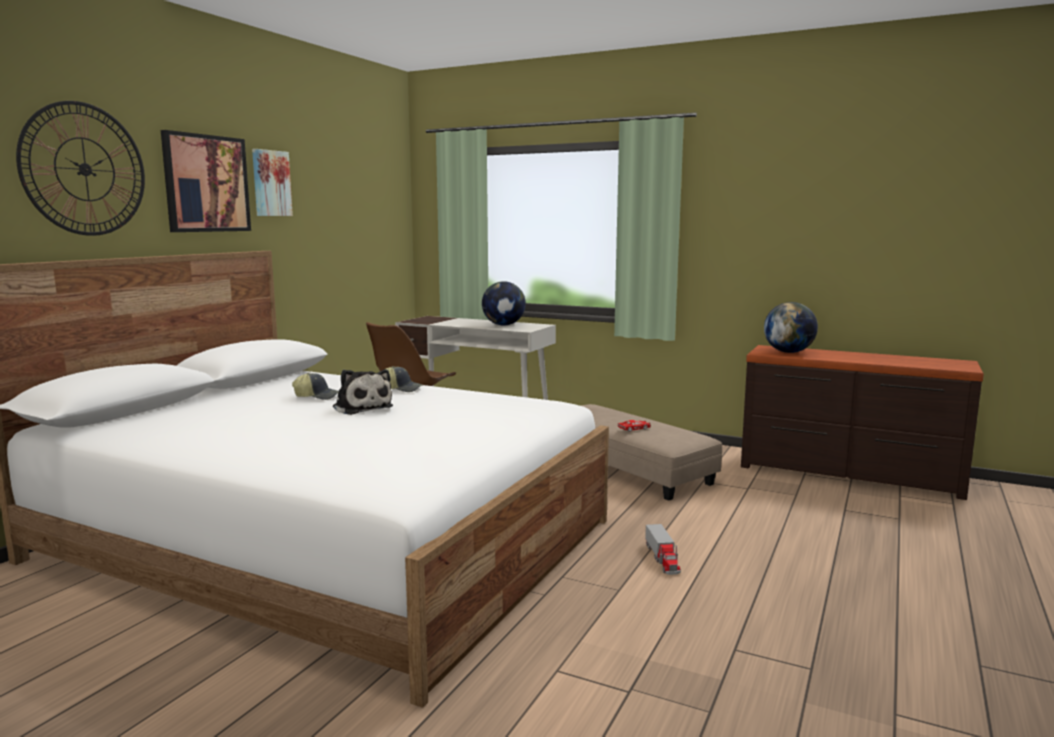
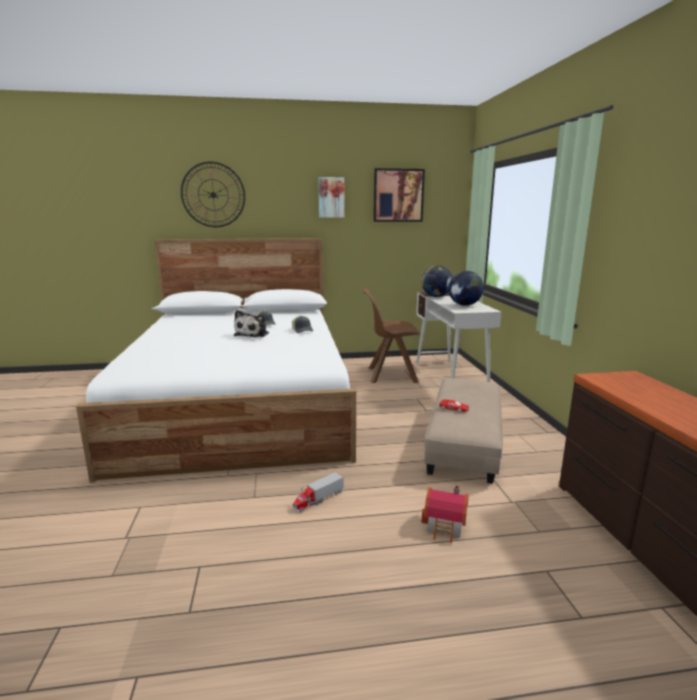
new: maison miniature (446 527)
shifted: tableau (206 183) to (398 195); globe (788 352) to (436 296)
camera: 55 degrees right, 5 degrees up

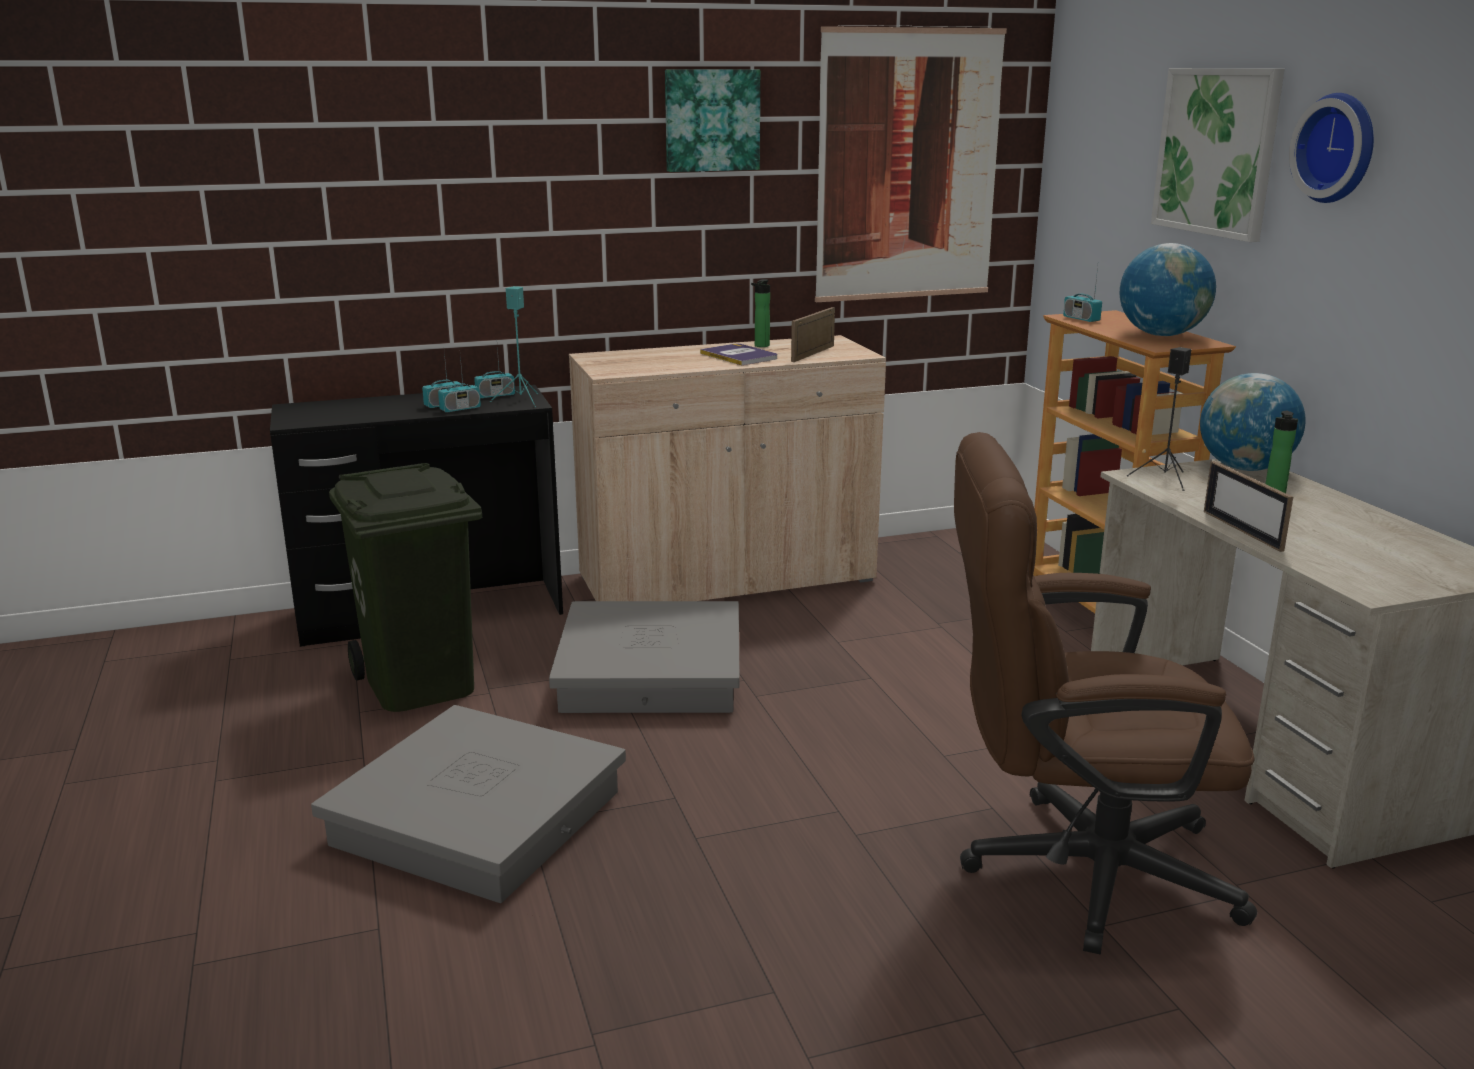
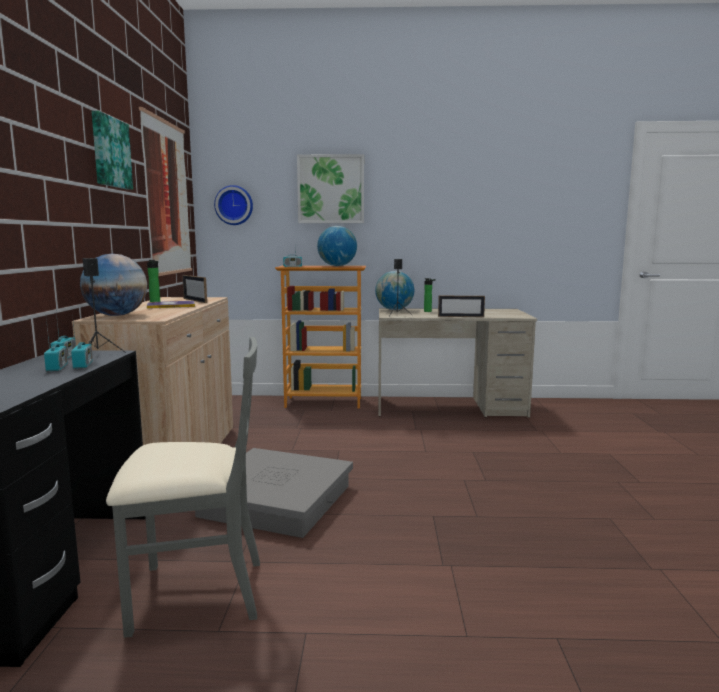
gone: boîte de rangement/gris (477 818); chaise de bureau/marron (1073 870)
new: globe (116 315)
shifted: horloge murale (1339 148) to (234 205)
swapped: poubelle/vert (418 684) to chaise/gris (196 594)
repainted: enceinte/turquoise (521 400) to enceinte/noir (98 353)
camera: 70 degrees left, 10 degrees down

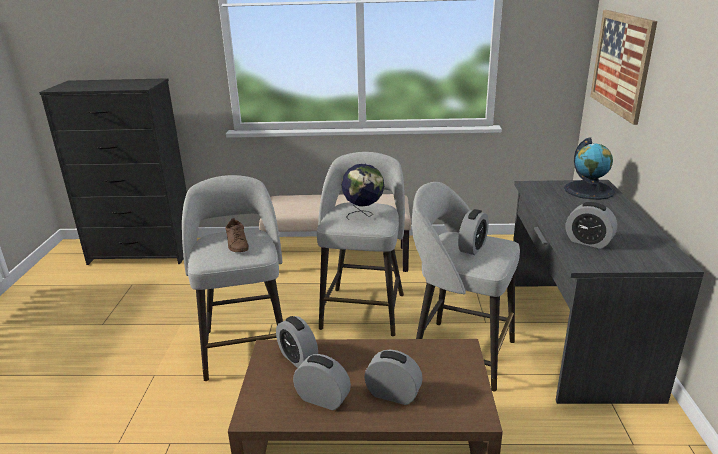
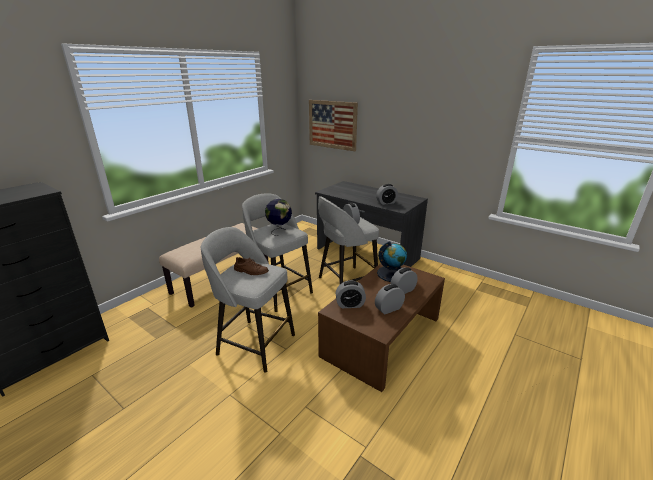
shifted: globe (589 190) to (393 273)
camera: 55 degrees left, 0 degrees up

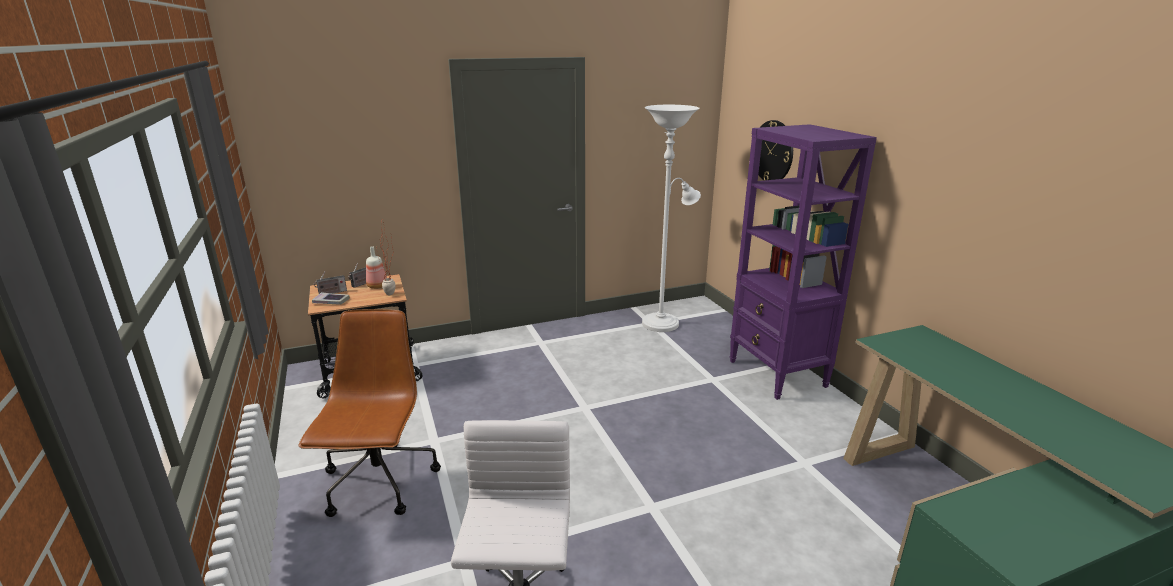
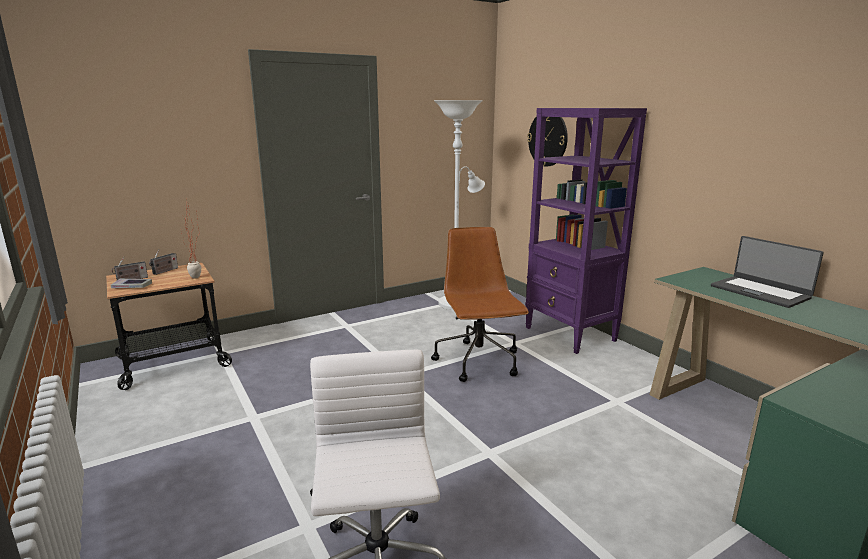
gone: bouteille (376 286)
new: ordinateur portable (760 292)
shifted: chaise de bureau/marron (379 483) to (479 362)
camera: 10 degrees left, 5 degrees down

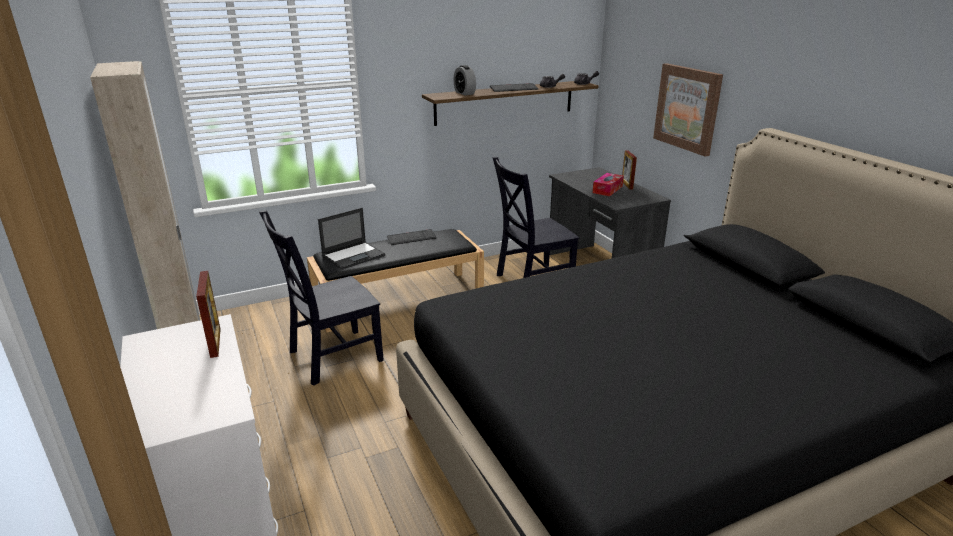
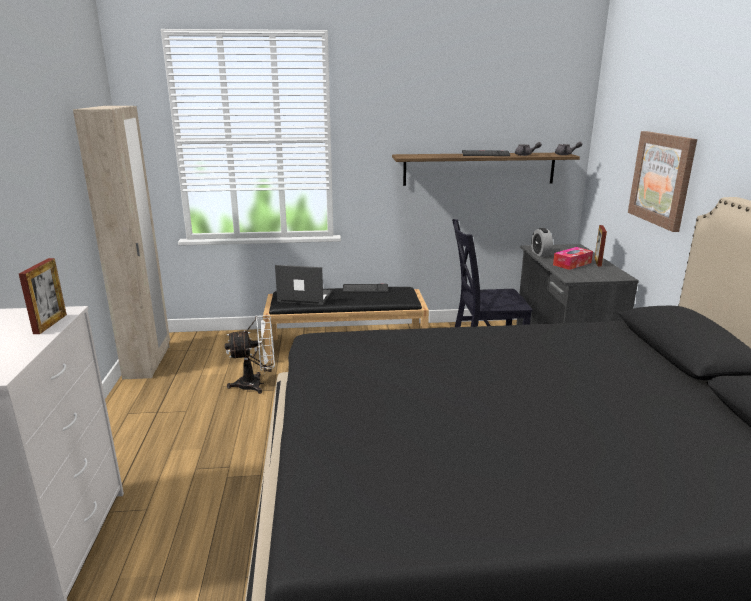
shifted: réveil (464 93) to (540 254)
swapped: chaise/noir (331 357) to ventilateur/blanc (256 384)
rotated: ordinateur portable (354 255) = (304 296) 150 degrees counterclockwise
camera: 20 degrees right, 5 degrees down

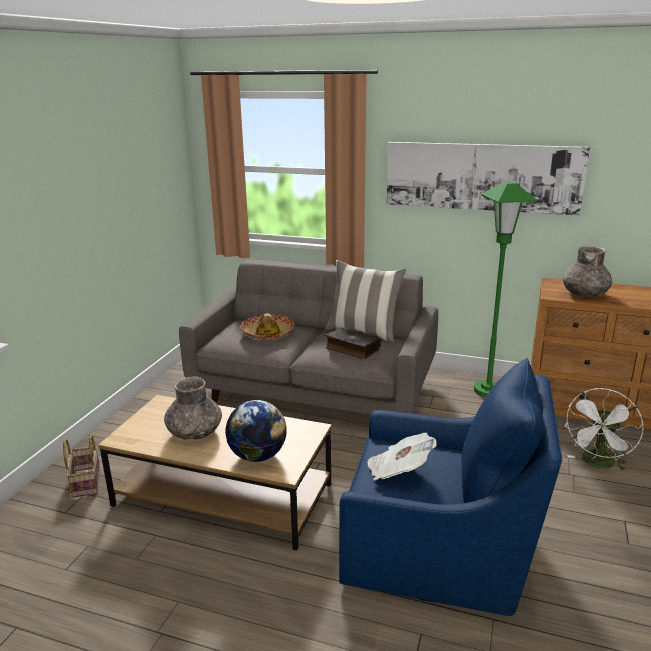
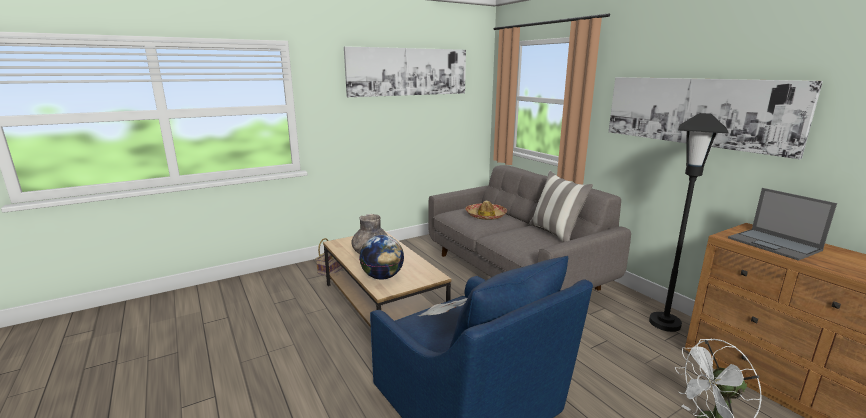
gone: livre (352 349)
new: tableau (408 72)
swapped: vase/gris (585 294) to ordinateur portable (774 244)
repainted: lampadaire/vert (488 390) to lampadaire/noir (664 323)
camera: 40 degrees right, 5 degrees down

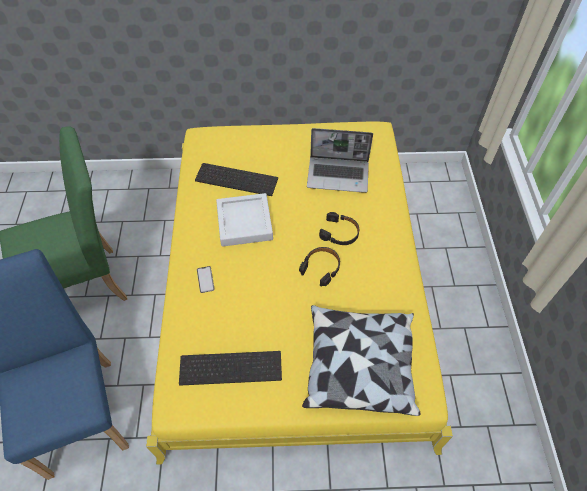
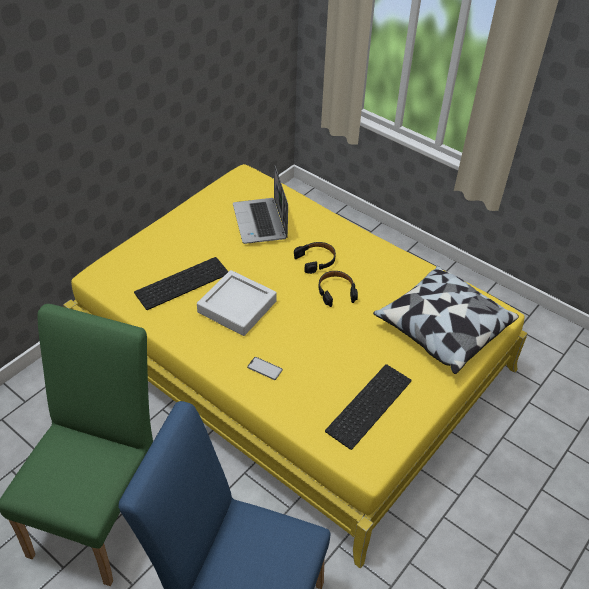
rotated: ordinateur portable (339 175) = (261 222) 120 degrees clockwise
camera: 50 degrees left, 10 degrees down

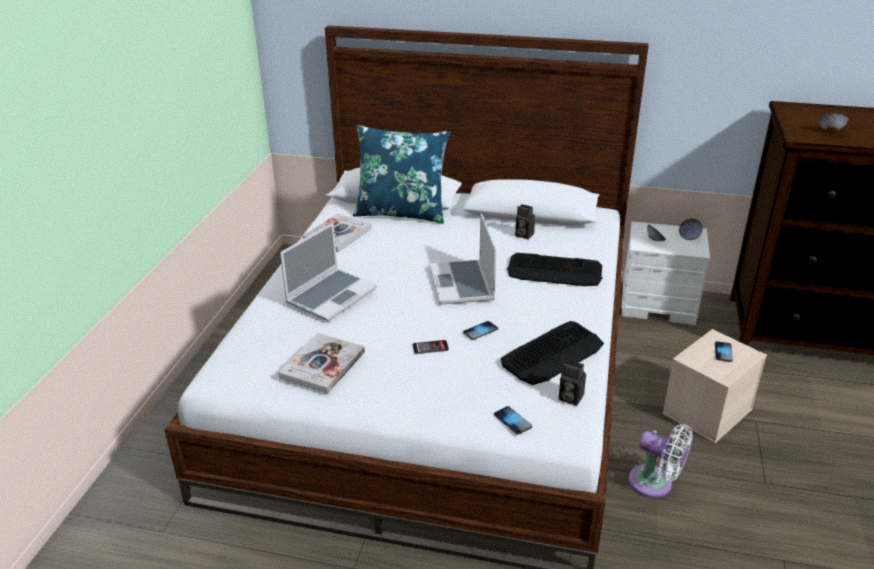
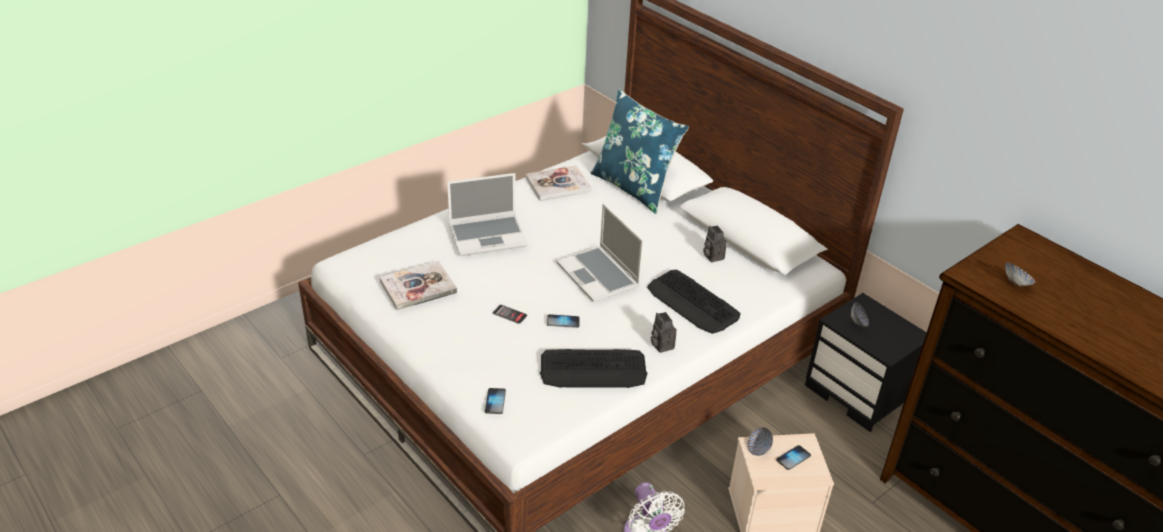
shifted: appareil photo (569 397) to (661 345); bol (689 237) to (758 449)
repainted: table de chevet/blanc (659 304) to table de chevet/noir (859 393)
rotated: ordinateur portable (463 284) = (599 276) 60 degrees counterclockwise
camera: 35 degrees right, 5 degrees up

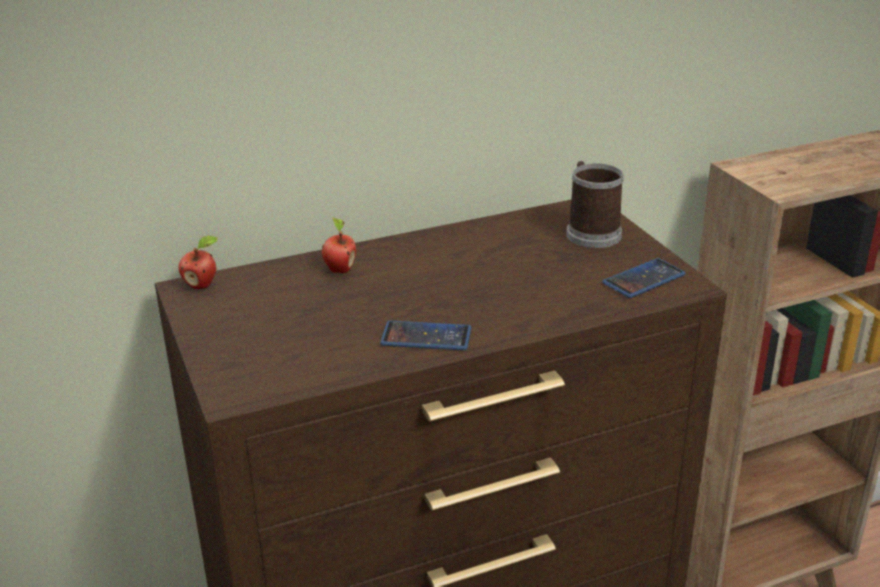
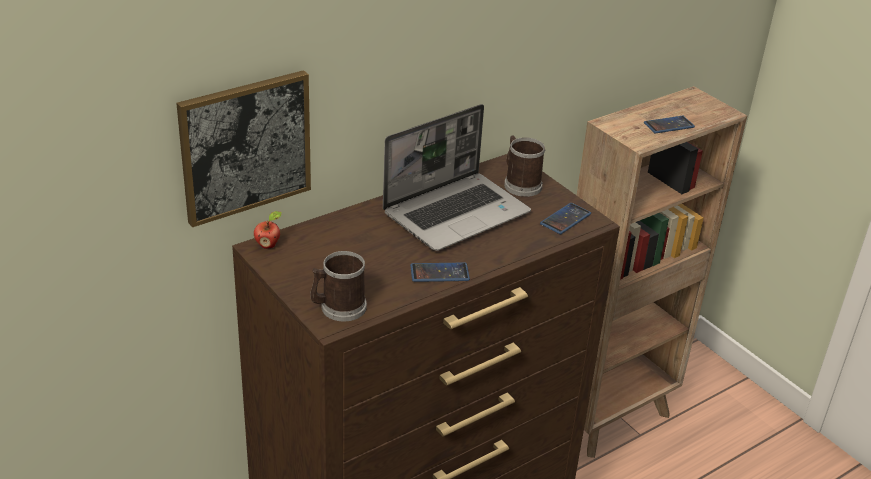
gone: pomme (339 269)
new: tableau (245 146); mug (338 308); ordinateur portable (457 212); téléphone (668 125)
camera: 15 degrees left, 5 degrees up

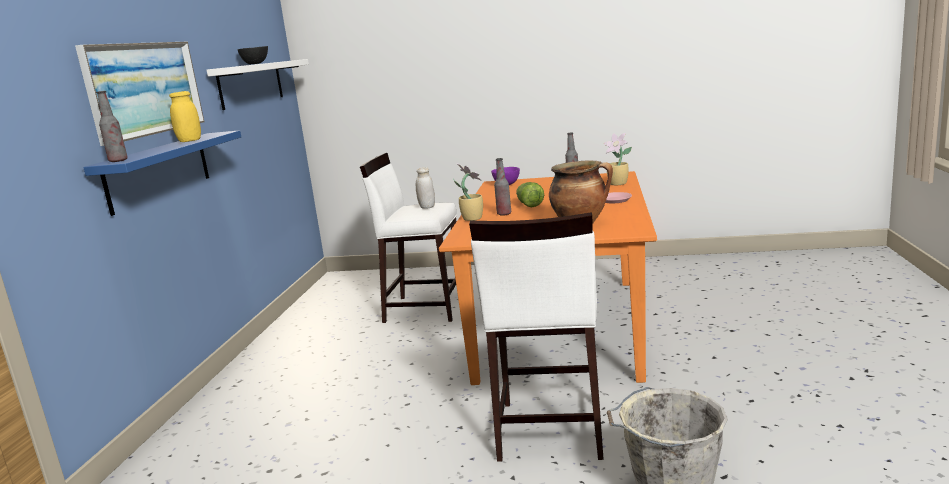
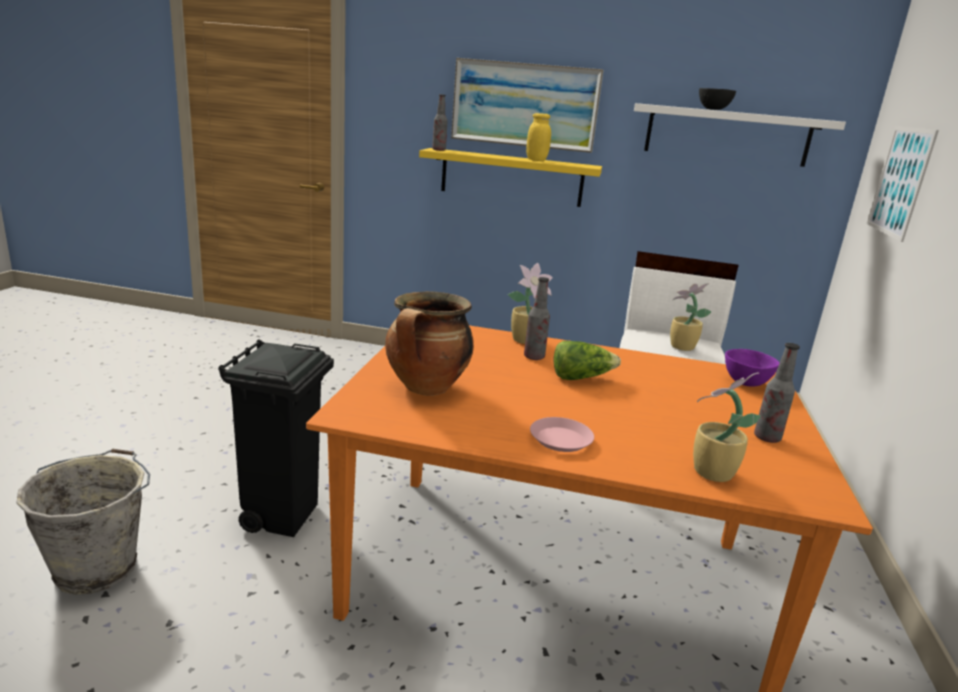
new: tableau (900 181)
swapped: bocal/blanc (427 207) to plante en pot (680 347); tabouret/blanc (549 430) to poubelle/noir (282 516)
repainted: étagère/bleu (159 171) to étagère/jaune (511 177)
camera: 90 degrees right, 5 degrees up

